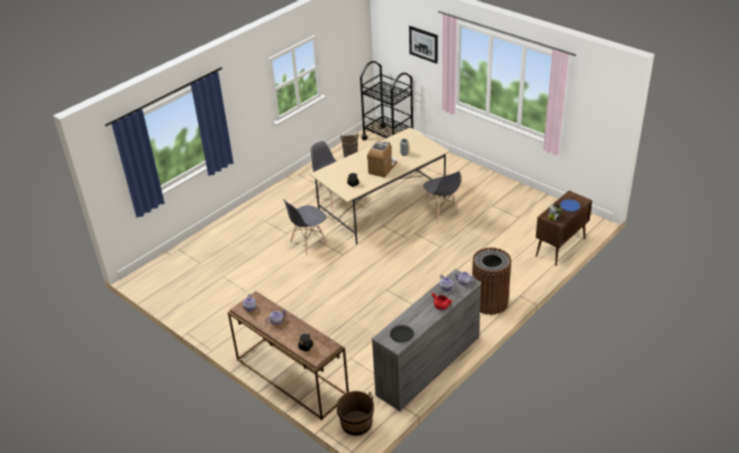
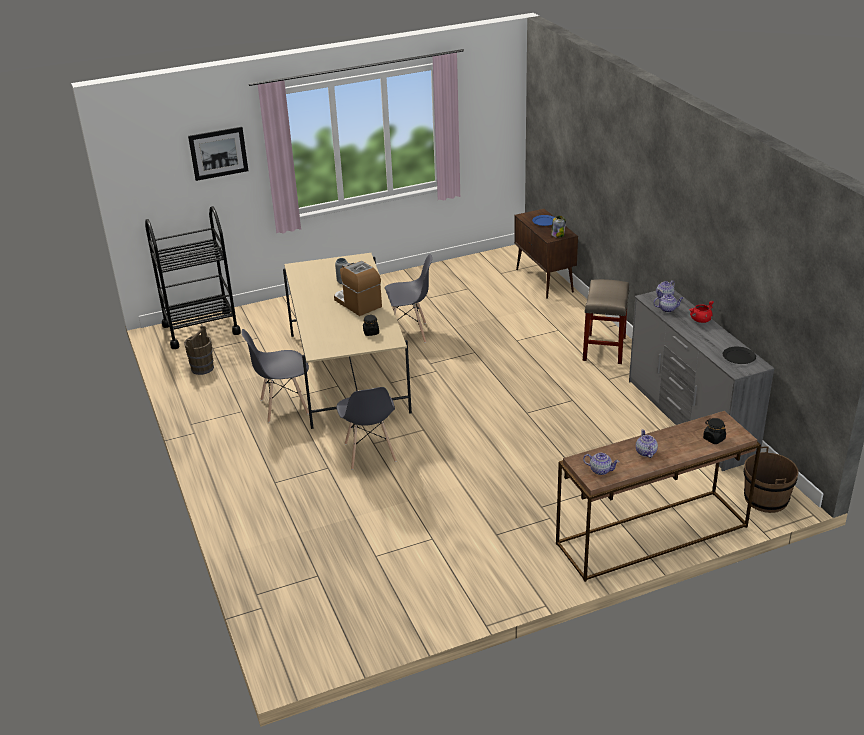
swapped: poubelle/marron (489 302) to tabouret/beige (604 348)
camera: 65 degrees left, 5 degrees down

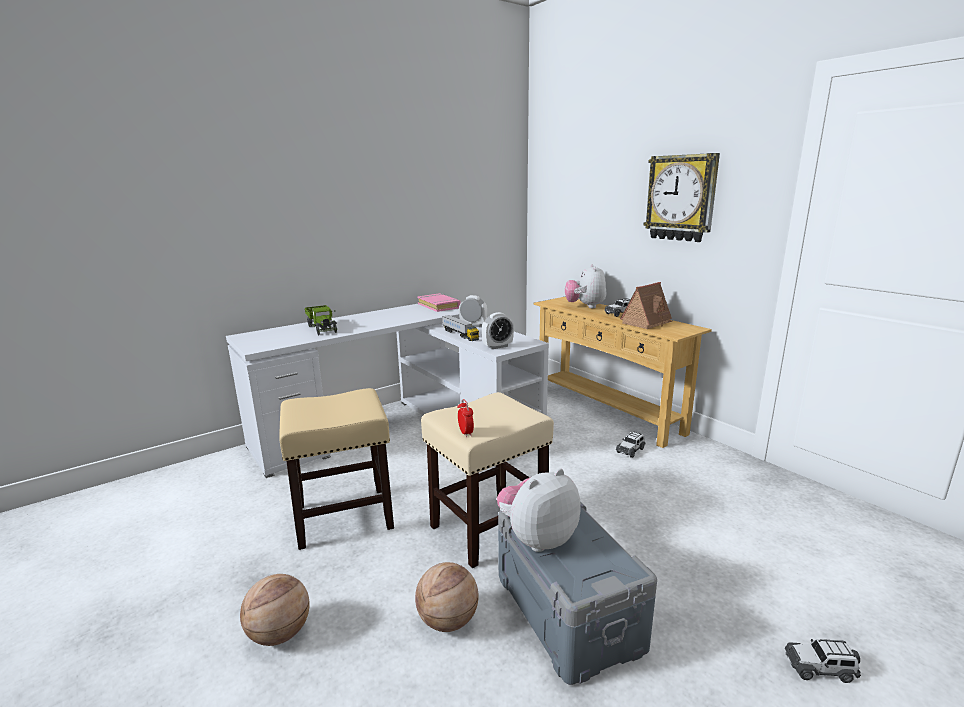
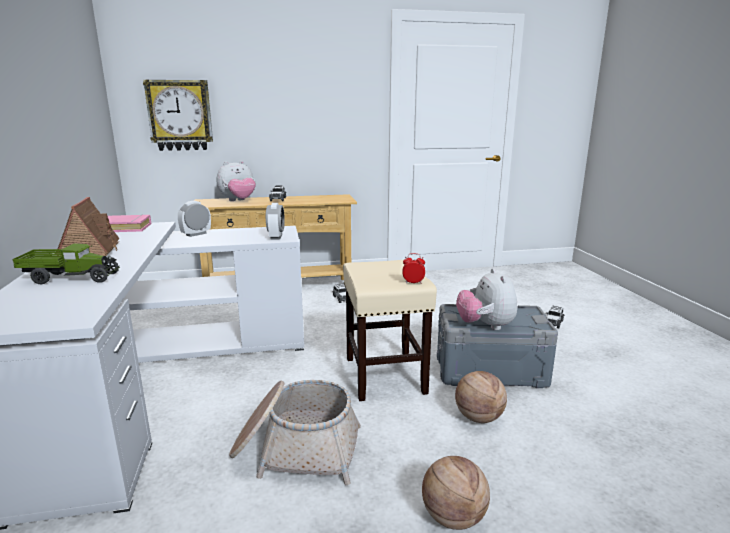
gone: camion jouet (460 335)
shifted: maison miniature (647 322) to (91 251); horloge murale (681 198) to (180 115)
swapped: tabouret/beige (345 516) to panier (296 449)
rotated: peluche (585 306) = (238 201) 60 degrees counterclockwise
camera: 65 degrees left, 0 degrees up

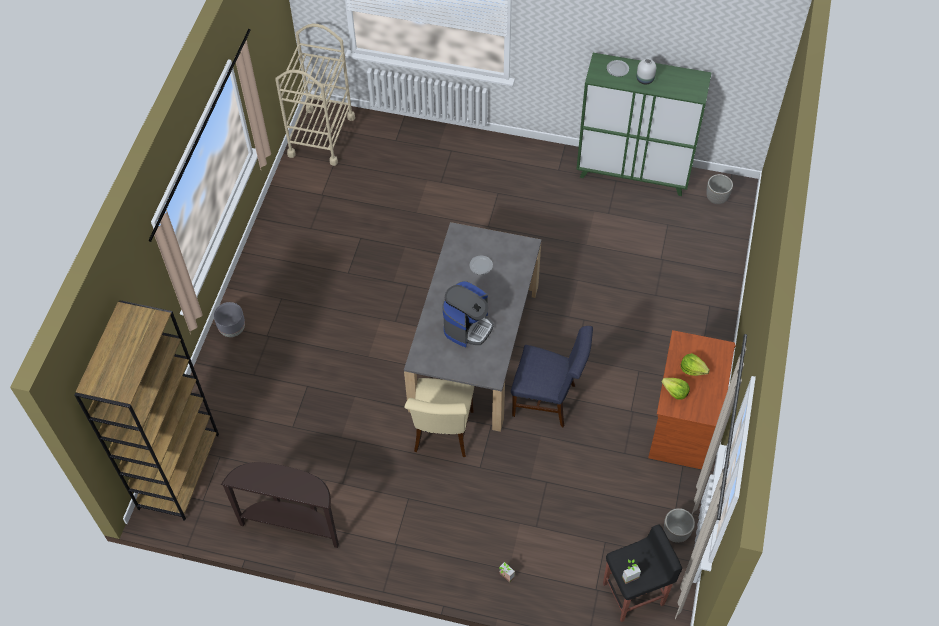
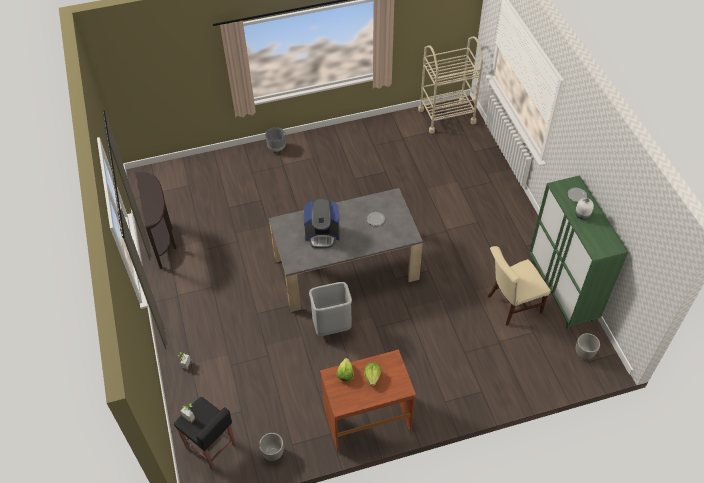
gone: bibliothèque/marron (178 470)
shifted: chaise/beige (442 435) to (511 305)
swapped: chaise/bleu (548 400) to poubelle/gris (332 327)
camera: 60 degrees right, 5 degrees down

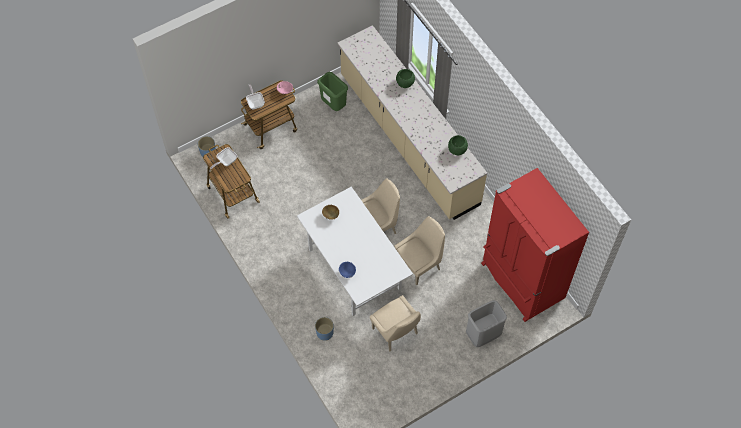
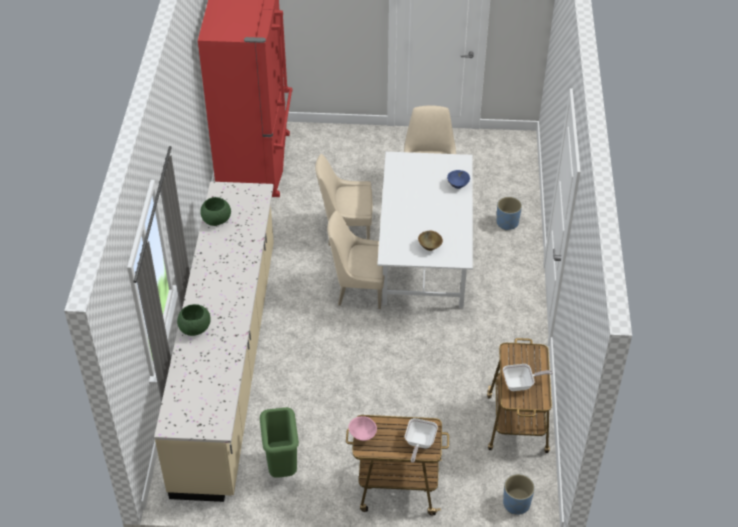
gone: poubelle/gris (483 335)
camera: 145 degrees left, 15 degrees down

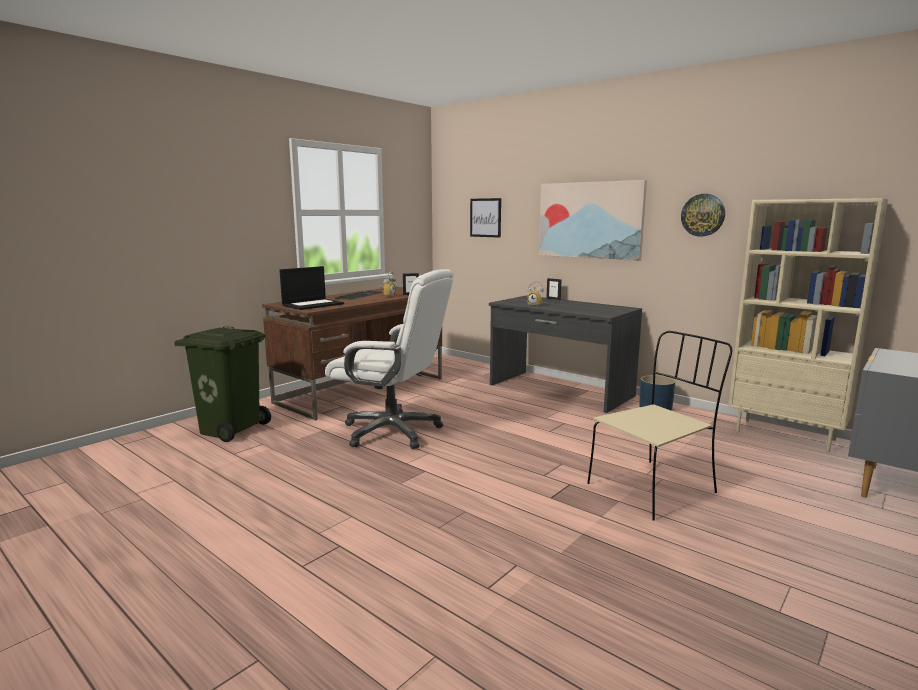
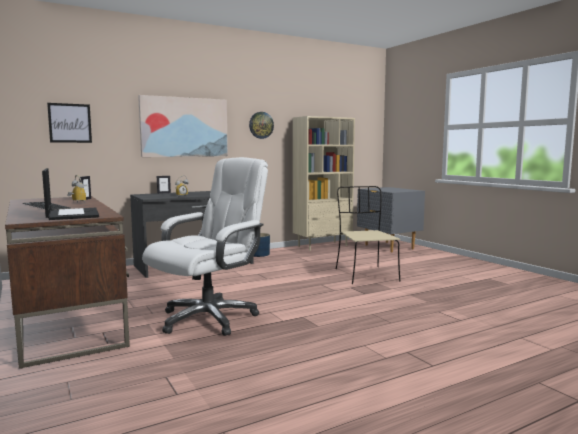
gone: poubelle/vert (231 429)
camera: 70 degrees left, 5 degrees down

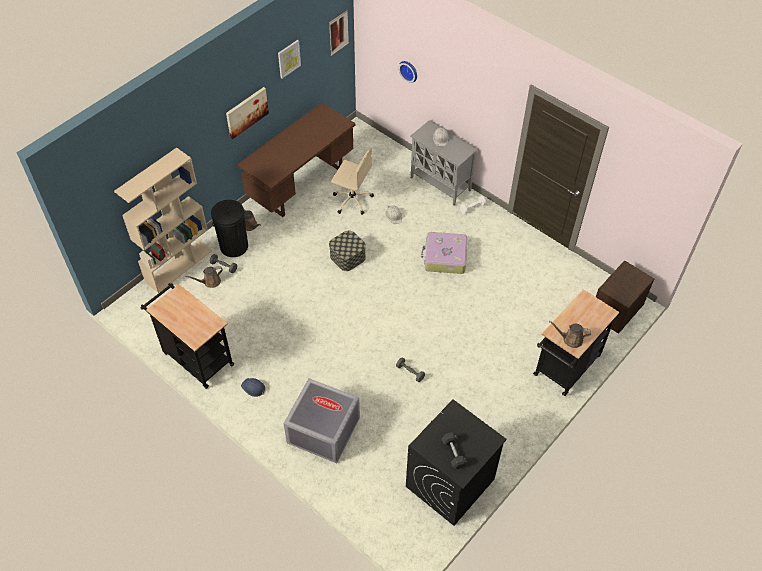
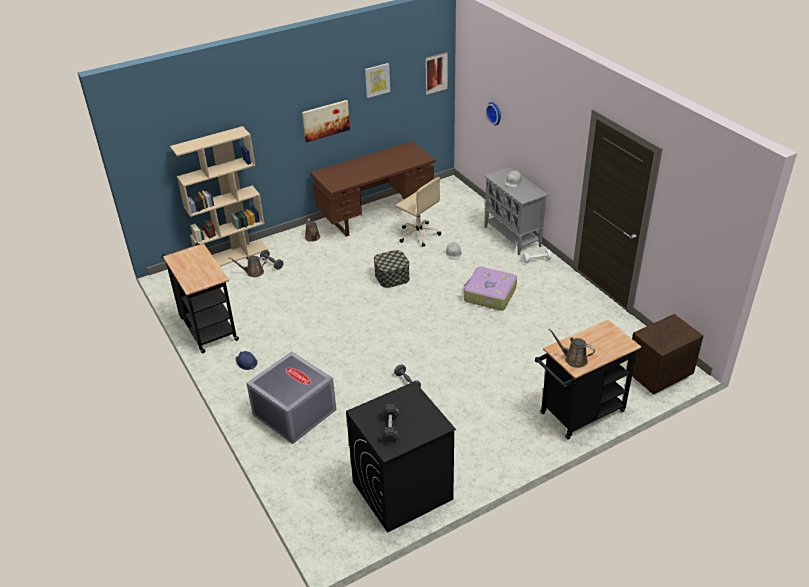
gone: poubelle/noir (234 246)
camera: 20 degrees right, 15 degrees down

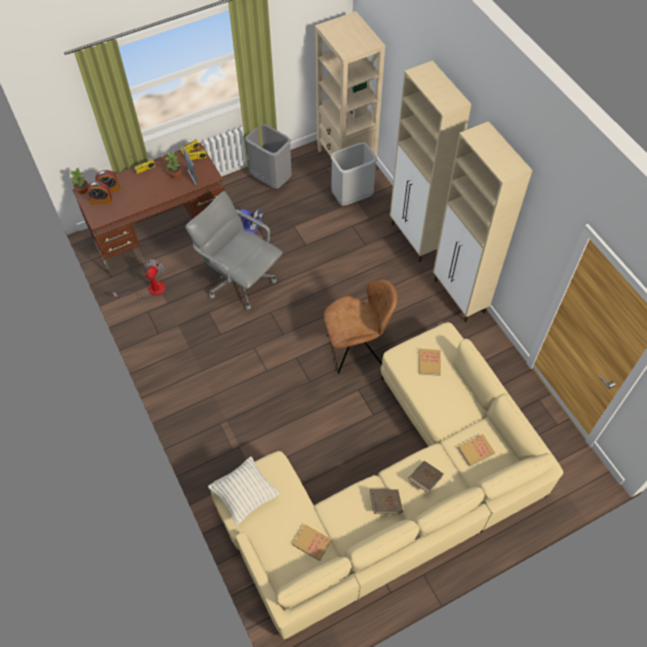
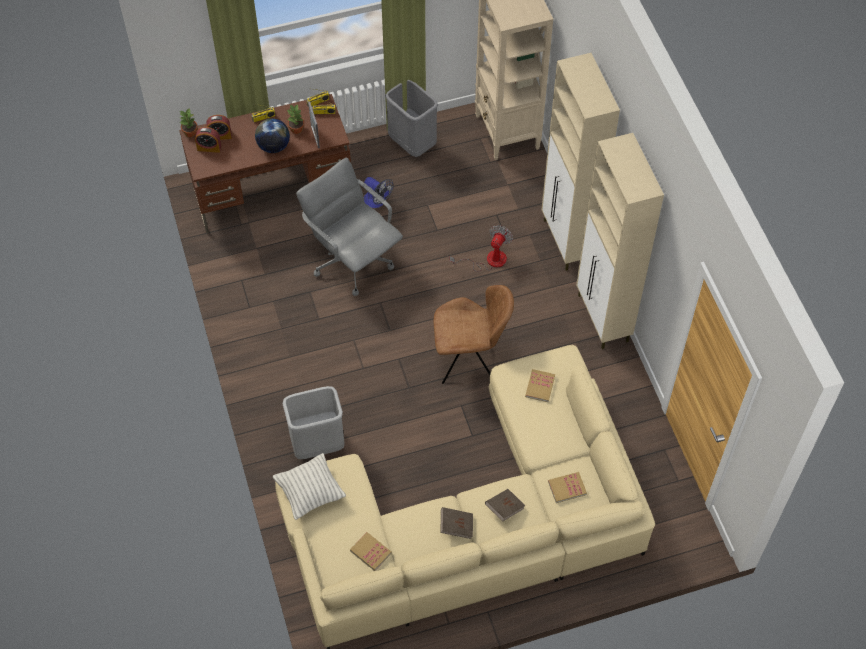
new: globe (273 146)
shifted: ventilateur (150 290) to (488 260); poubelle/gris (352 197) to (318 444)
camera: 10 degrees right, 0 degrees up

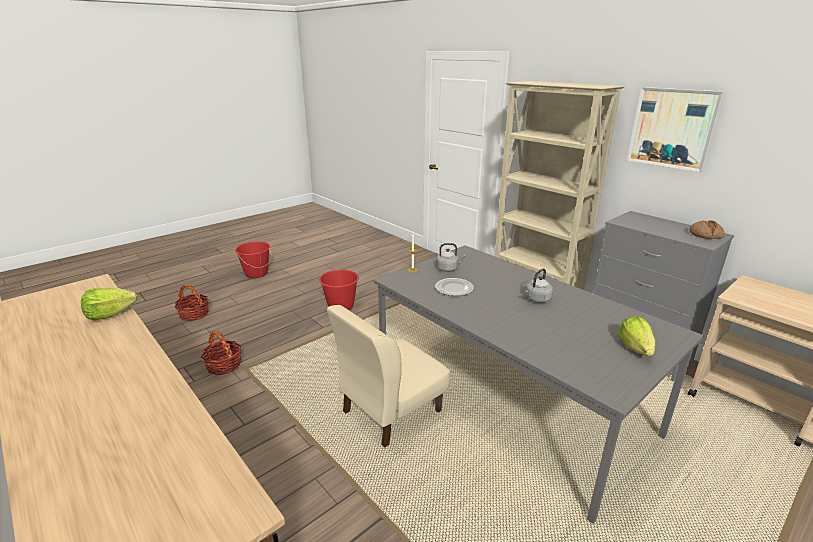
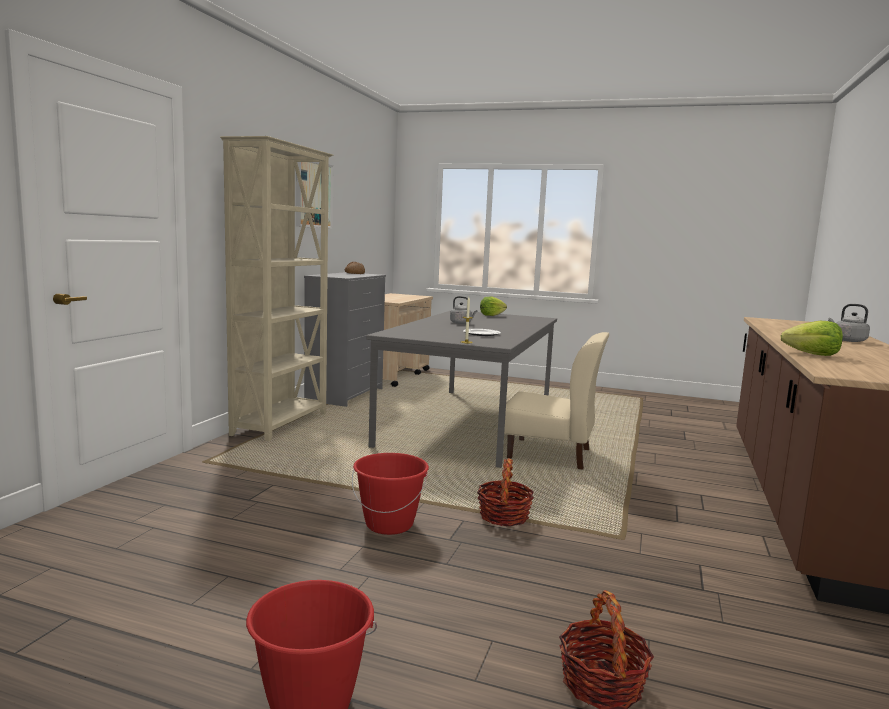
shifted: panier (224 365) to (504 516); bouilloire/gris (448 269) to (847 340)
camera: 120 degrees left, 15 degrees down

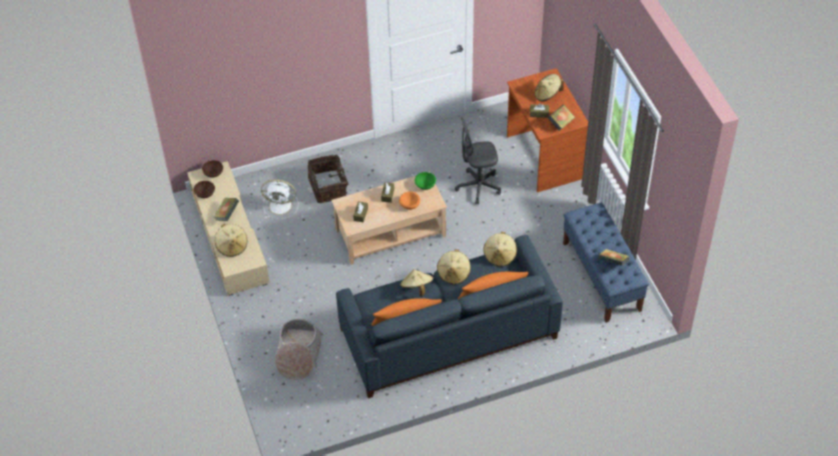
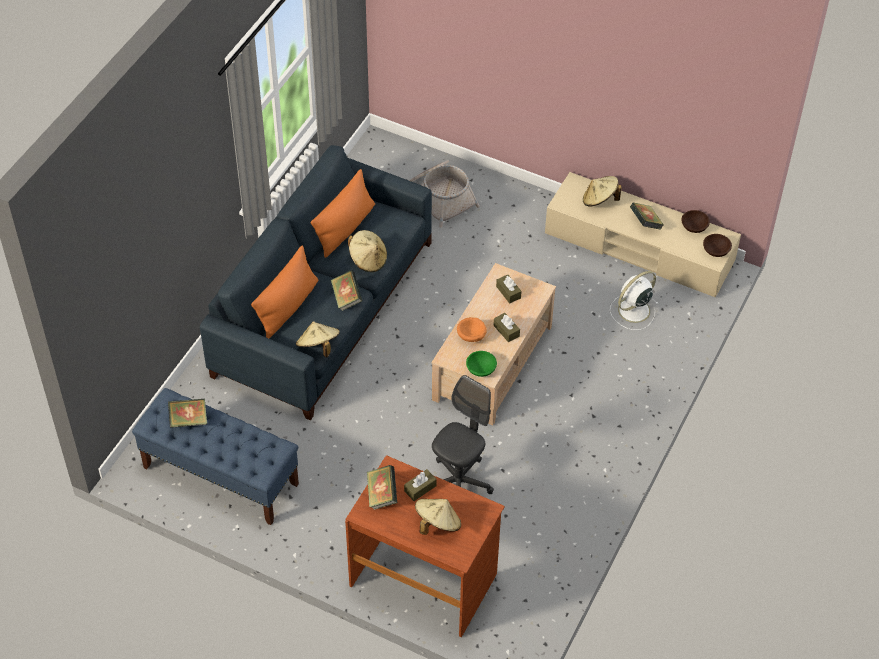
gone: panier (329 187)
swapped: chapeau/beige (454 273) to livre (346 298)
camera: 135 degrees right, 0 degrees up

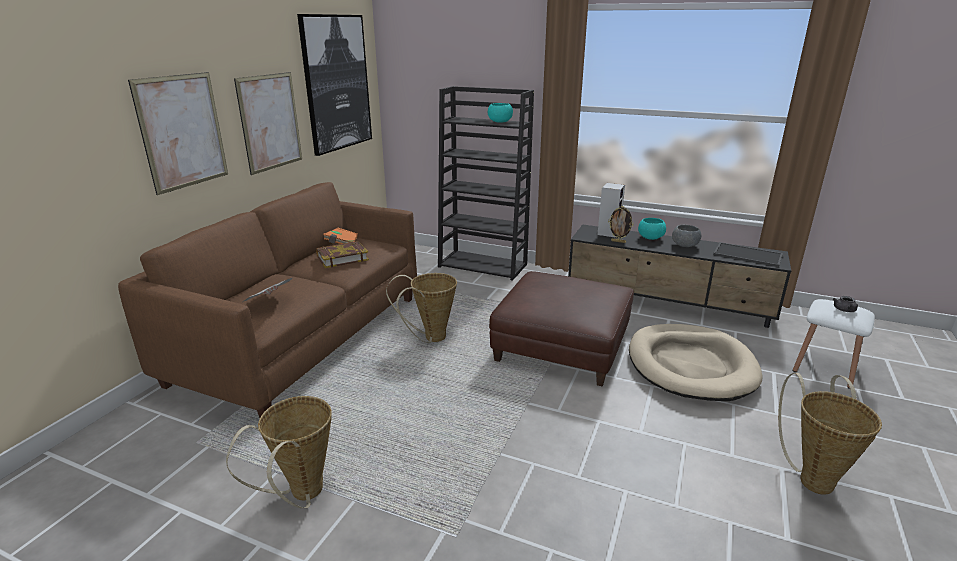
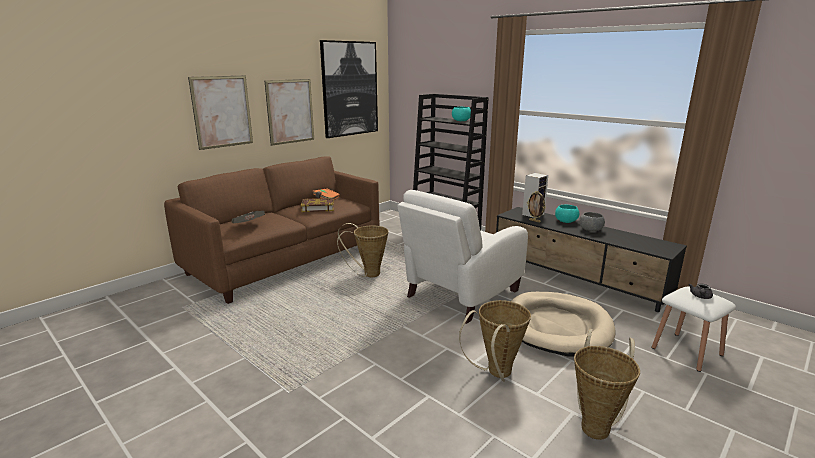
gone: plateau (748 254)
shifted: panier (301 495) to (496 374)
swapped: pouf/marron (561 346) to fauteuil/blanc (460 295)
camera: 20 degrees right, 5 degrees down

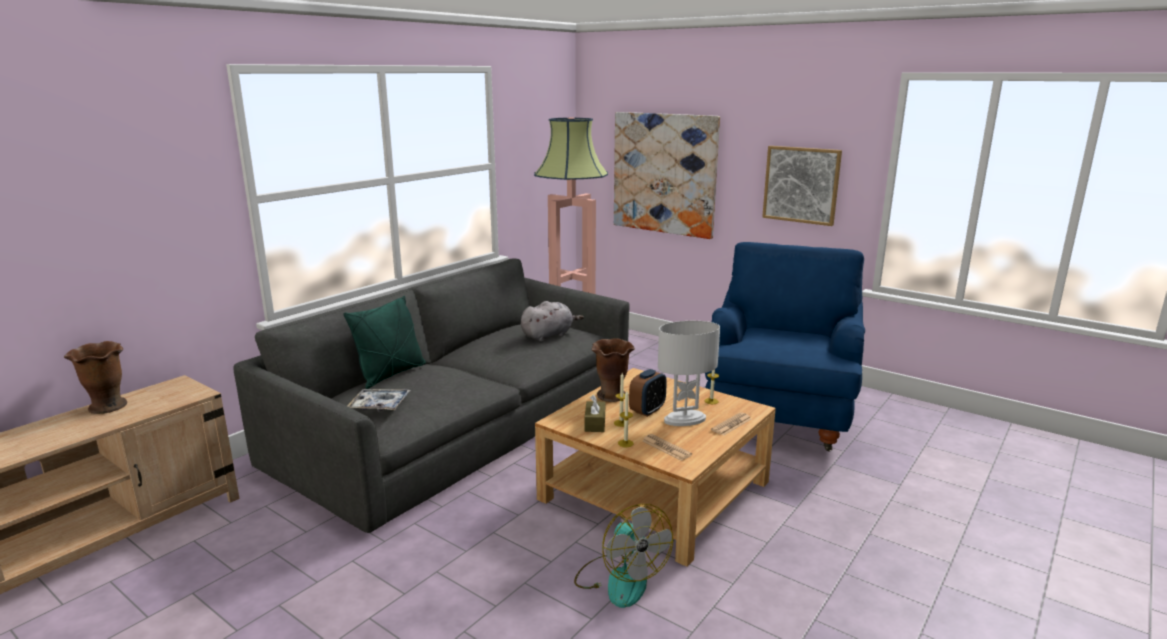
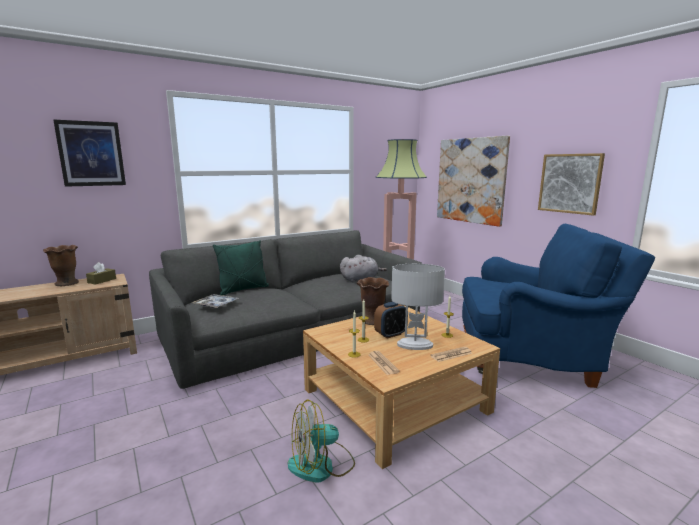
new: tableau (91 154)
shifted: boîte à mouchoirs/marron (595 423) to (102 280)
rotated: ventilateur (620 579) = (321 465) 75 degrees clockwise; fauteuil/bleu (779 414) = (530 360) 60 degrees clockwise
camera: 20 degrees right, 5 degrees down

